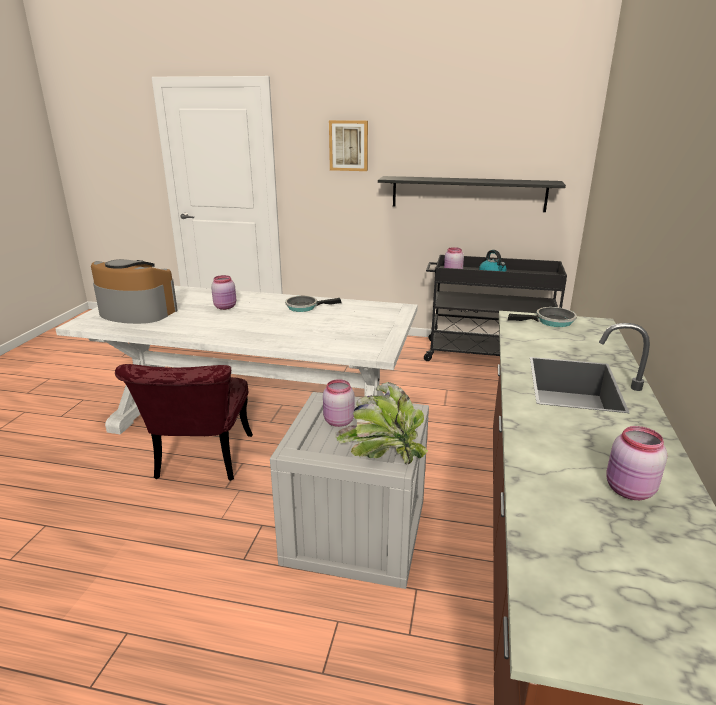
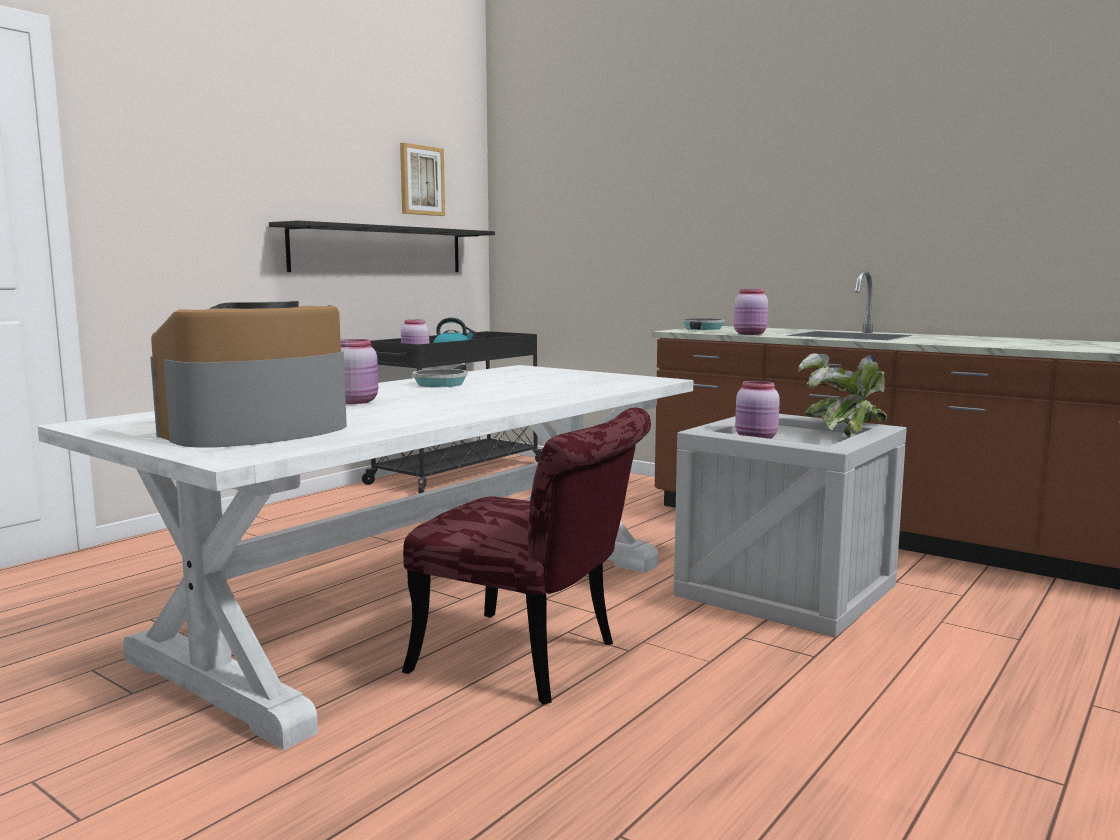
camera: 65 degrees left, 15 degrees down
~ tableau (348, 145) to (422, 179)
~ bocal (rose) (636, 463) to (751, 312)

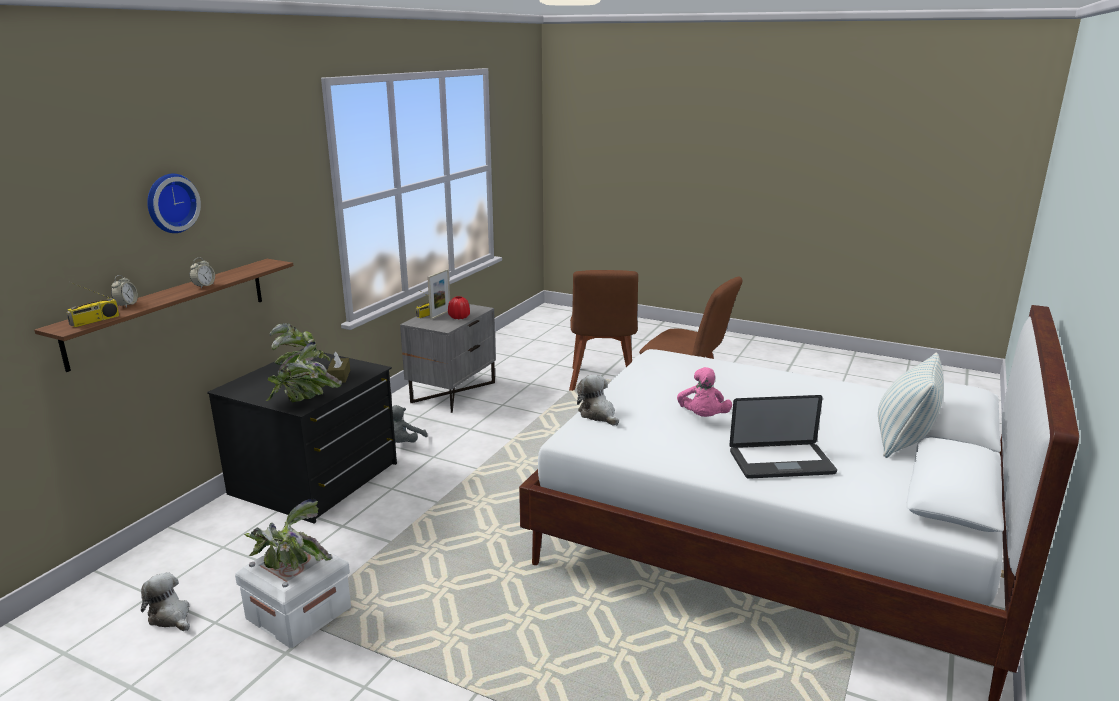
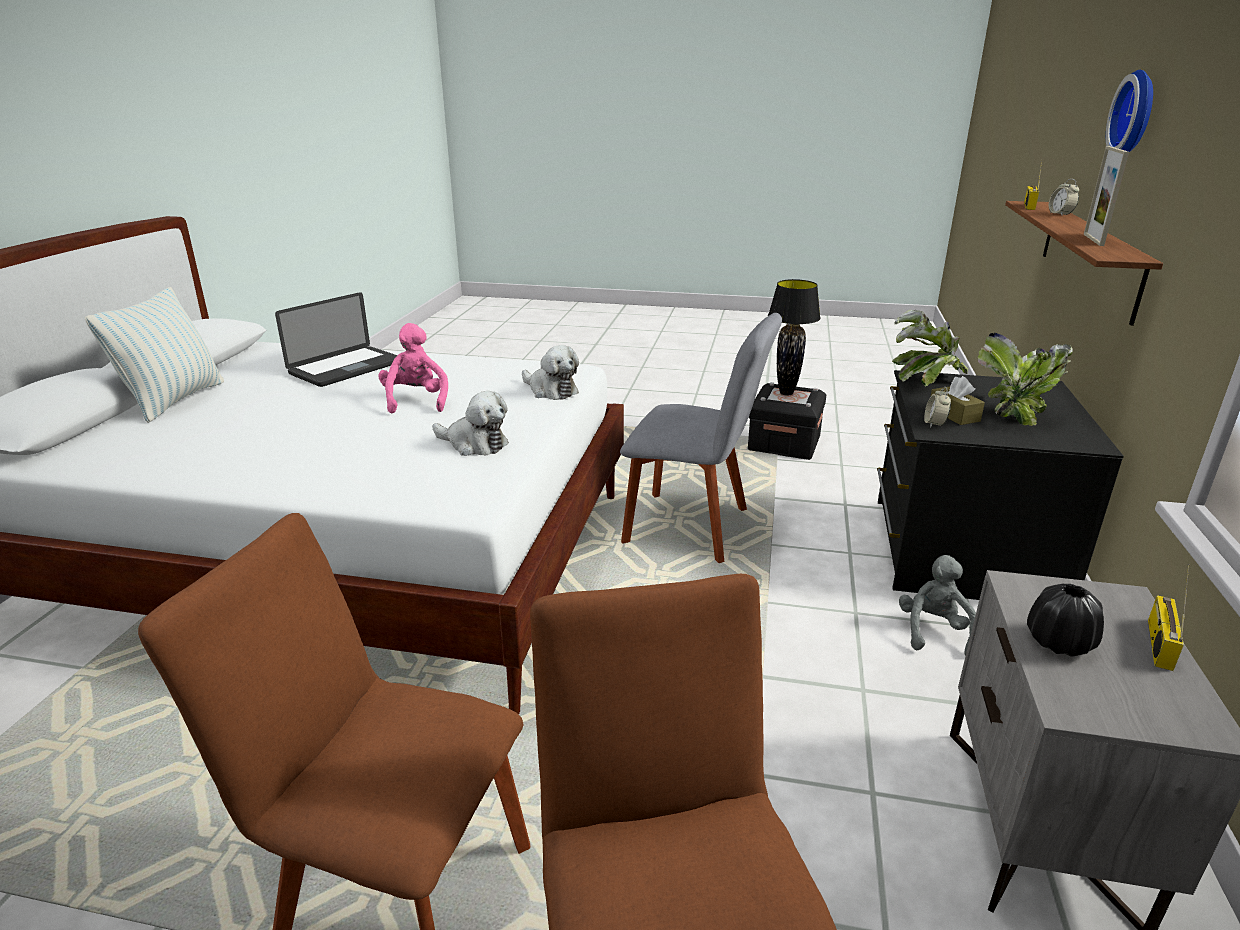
camera: 165 degrees right, 5 degrees up
+ chaise (gris) (701, 438)
~ peluche (165, 601) to (470, 423)
~ réveil (202, 273) to (937, 407)
~ cadre photo (438, 294) to (1106, 196)
~ plante en pot (287, 534) to lampe de table (noir) (794, 337)
~ boîte de rangement (blanc) (293, 597) to boîte de rangement (noir) (787, 421)
~ vase (rouge) (459, 307) to vase (noir) (1065, 620)
~ ordinateur portable (783, 437) = (336, 339) 150 degrees clockwise

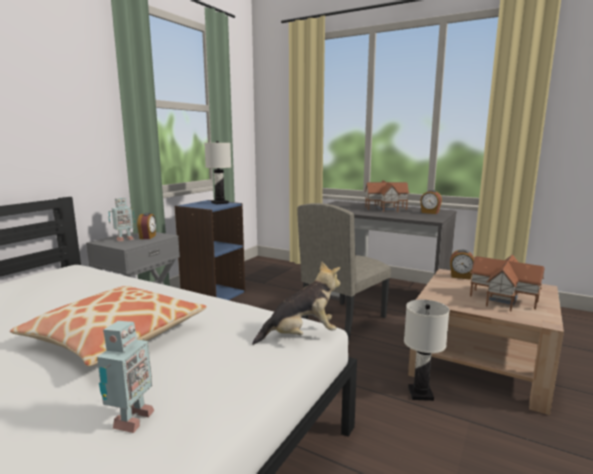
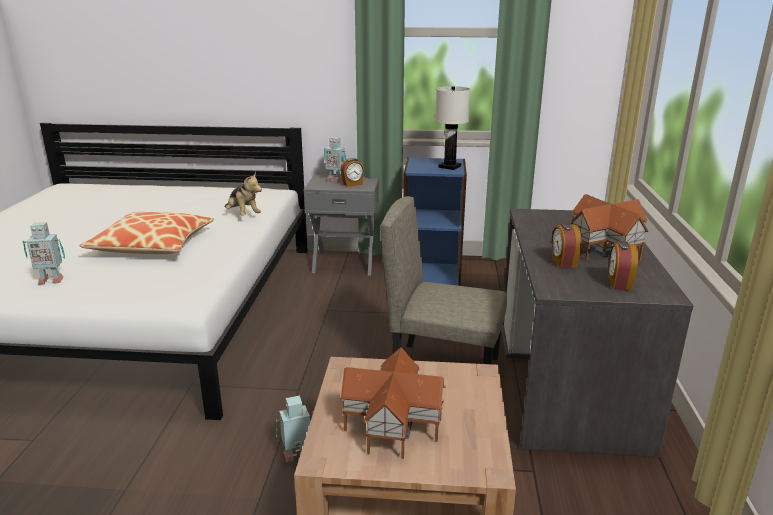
camera: 65 degrees right, 10 degrees up
~ peluche (296, 303) to (243, 194)
~ réveil (462, 265) to (567, 245)
~ lampe de table (blanc) (427, 350) to robot jouet (294, 429)

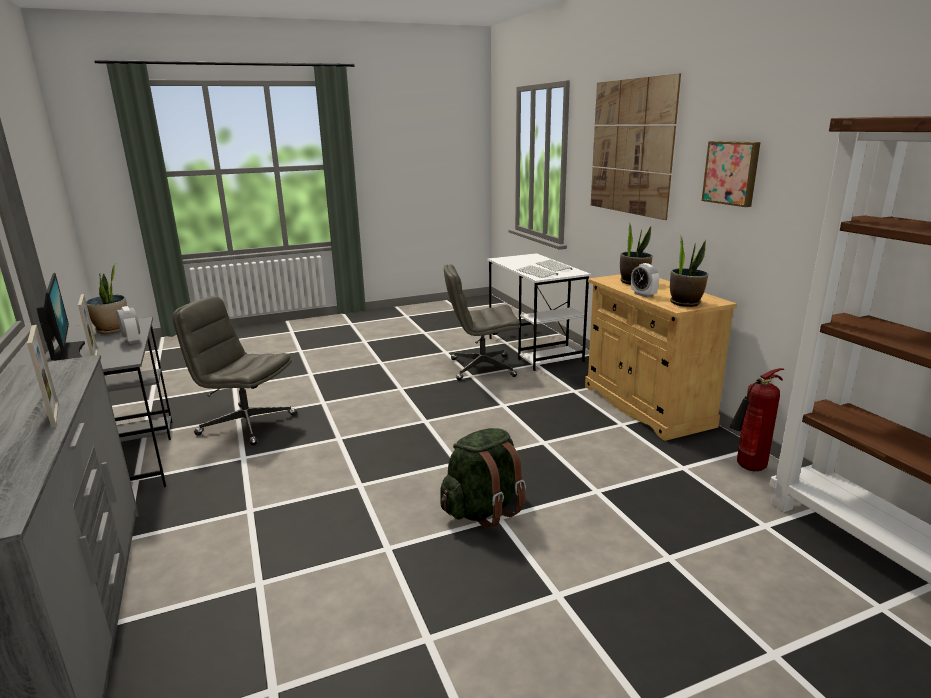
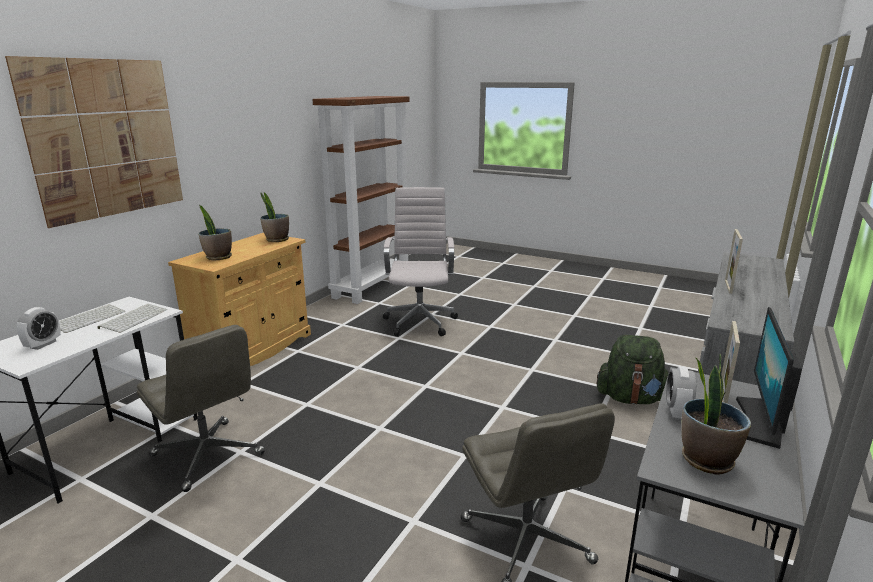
camera: 130 degrees left, 0 degrees up
- tableau (731, 174)
- extincteur (757, 419)
+ chaise de bureau (blanc) (420, 261)
~ sac à dos (vert) (483, 478) to (633, 369)
~ réveil (645, 280) to (38, 328)

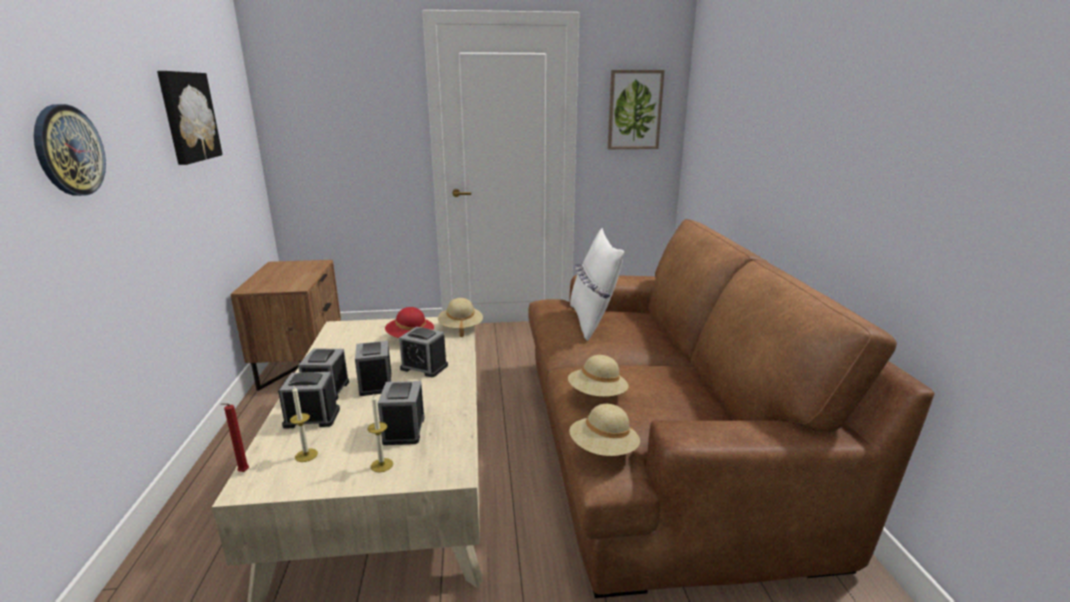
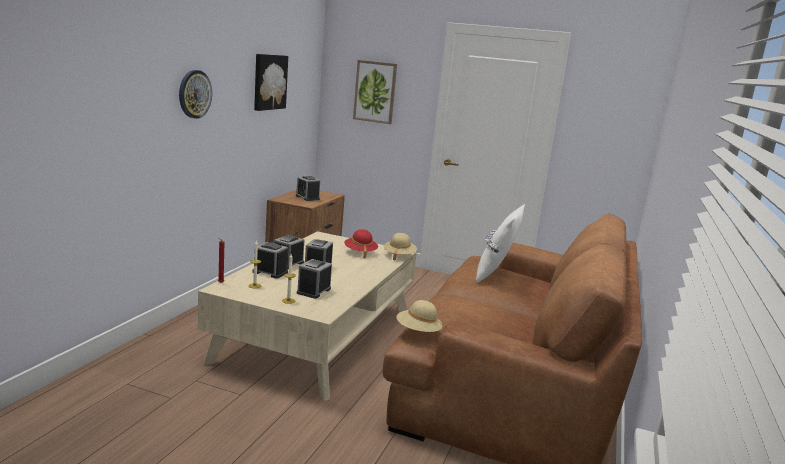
camera: 25 degrees right, 5 degrees down
- chapeau (beige) (598, 376)
~ réveil (423, 352) to (308, 188)
~ tableau (636, 109) to (375, 92)

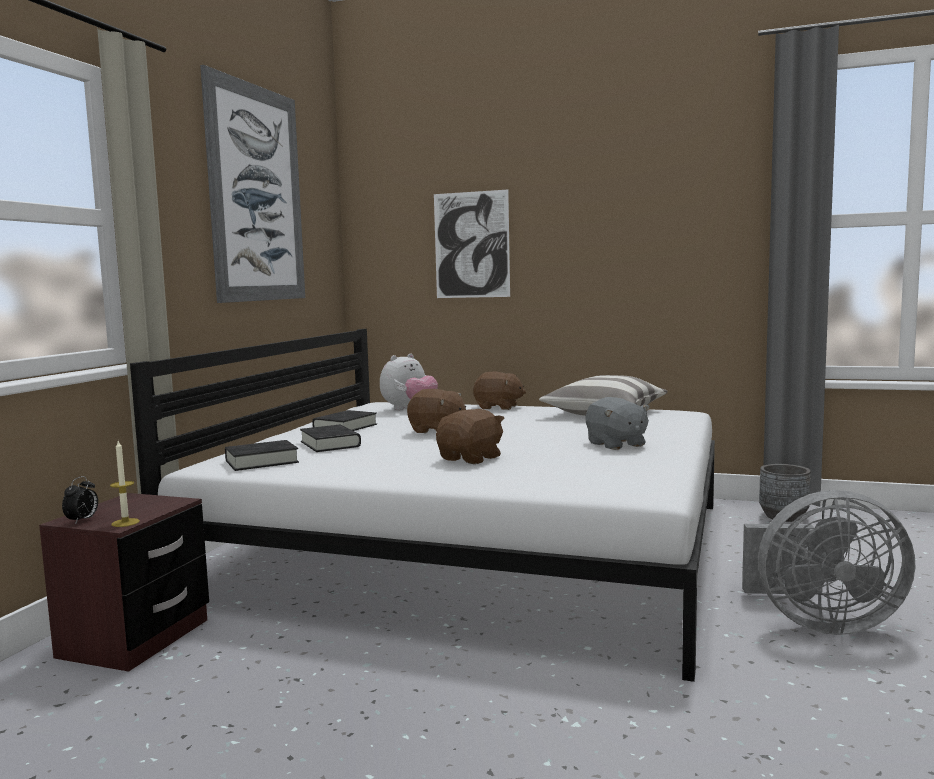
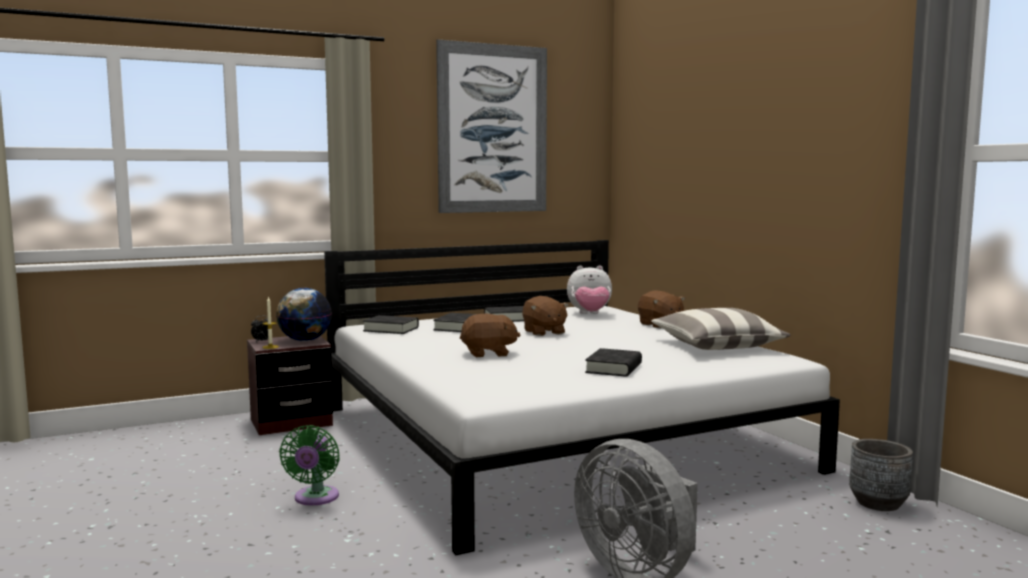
camera: 45 degrees right, 0 degrees up
- tableau (472, 244)
+ globe (304, 314)
+ ventilateur (vert) (309, 465)
~ peluche (gris) (617, 423) to livre (noir) (613, 362)

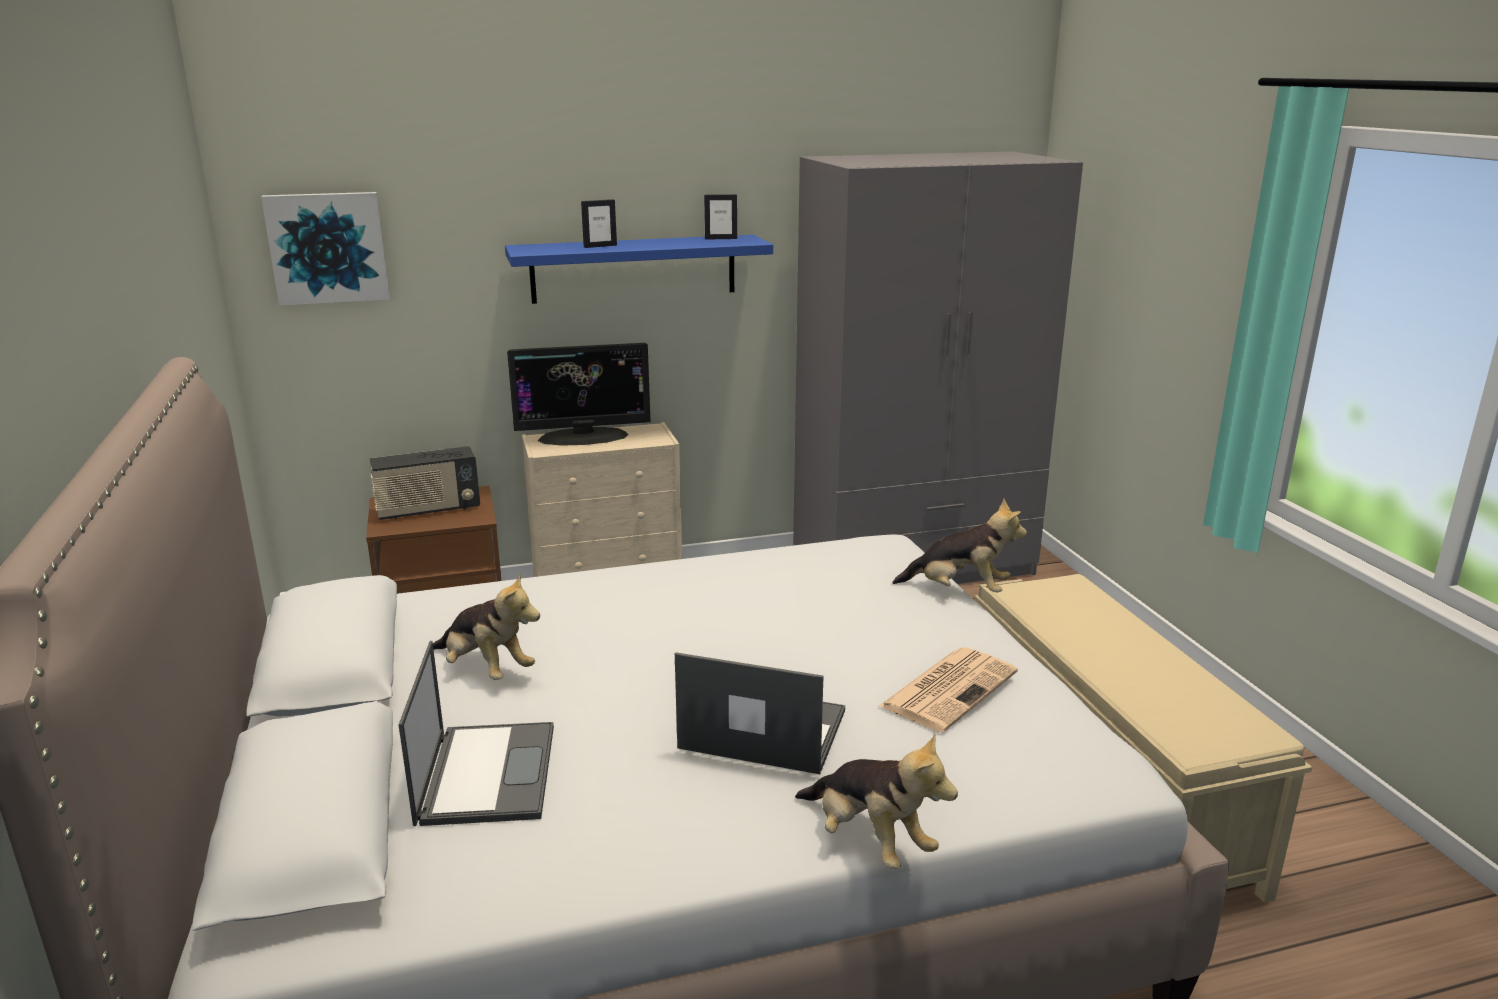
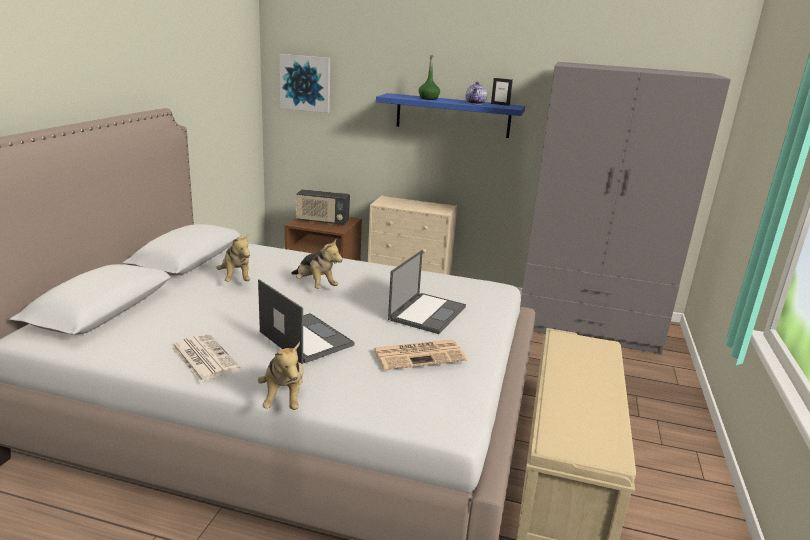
camera: 30 degrees right, 0 degrees up
- écran d'ordinateur (578, 394)
+ journal (205, 358)
+ théière (476, 93)
~ ordinateur portable (476, 733) to (427, 292)
~ peluche (959, 546) to (317, 264)
~ cadre photo (599, 223) to bouteille (vert) (429, 77)

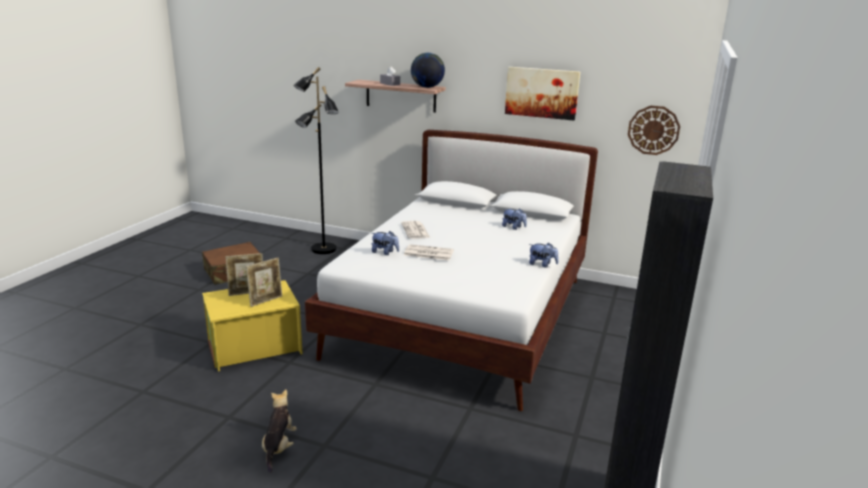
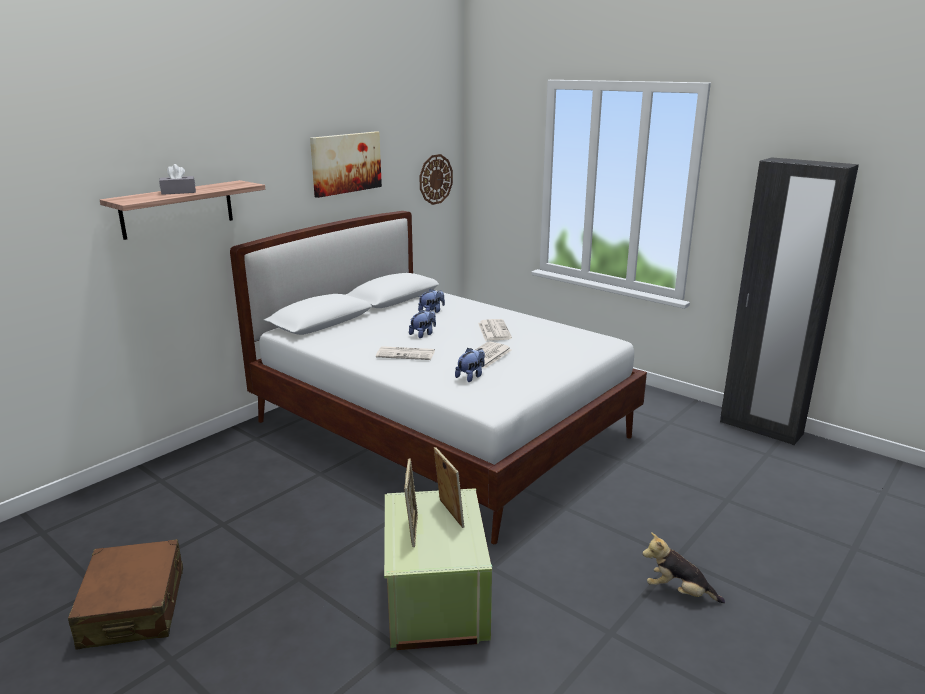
camera: 70 degrees left, 0 degrees up
- lampadaire (noir) (316, 160)
- globe (428, 70)
+ journal (495, 330)
~ peluche (544, 255) to (422, 323)
~ boîte de rangement (jaune) (252, 326) to boîte de rangement (vert) (438, 569)

